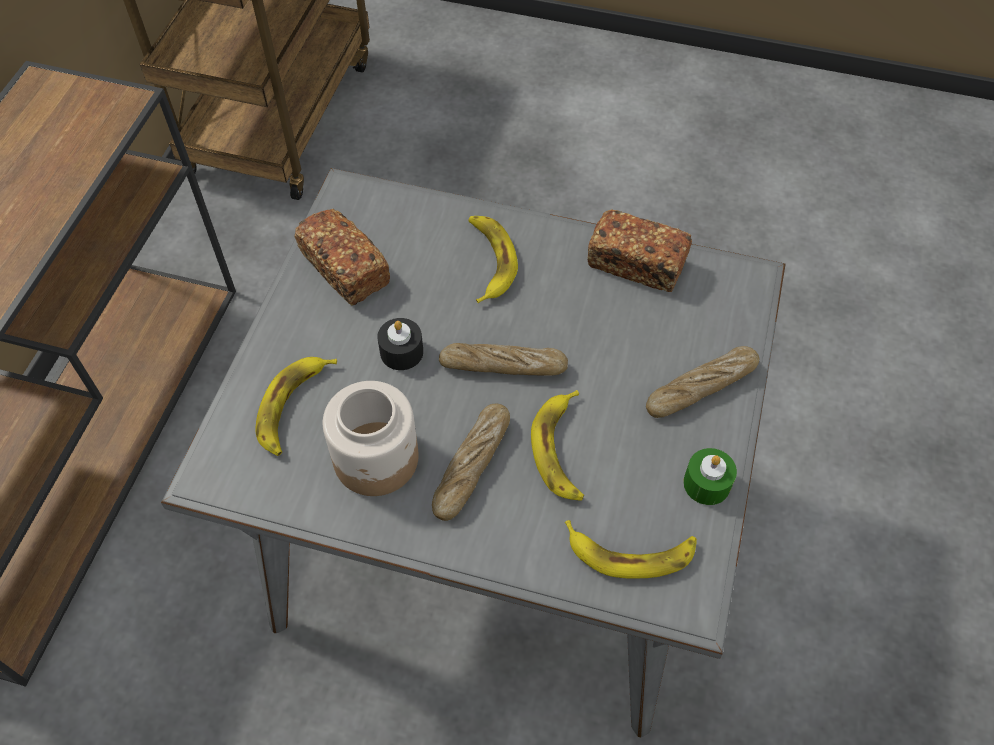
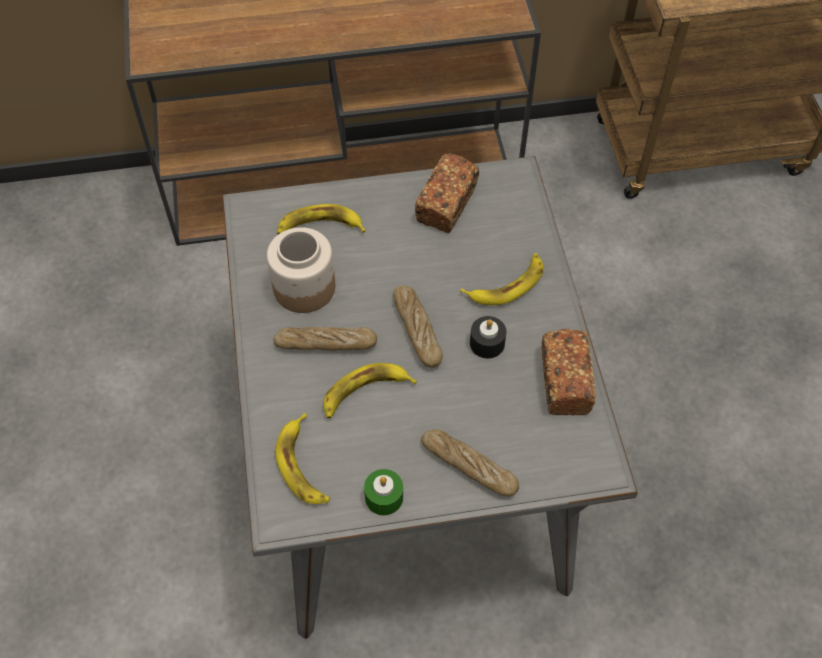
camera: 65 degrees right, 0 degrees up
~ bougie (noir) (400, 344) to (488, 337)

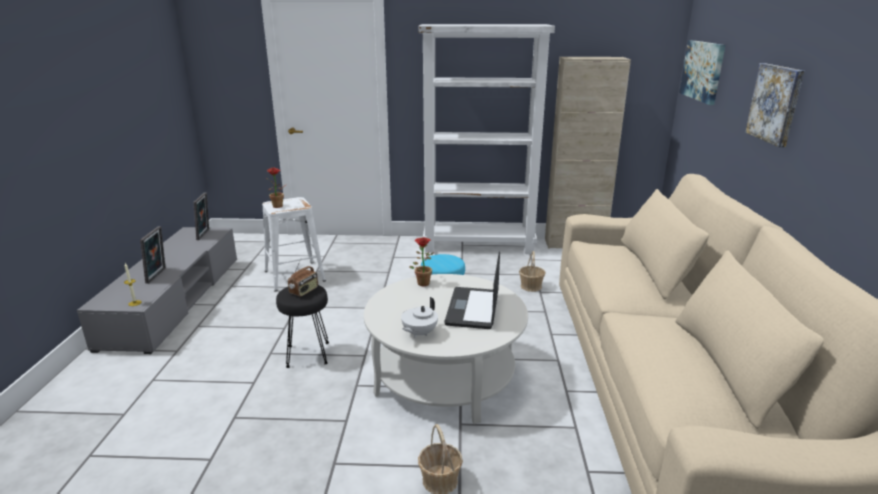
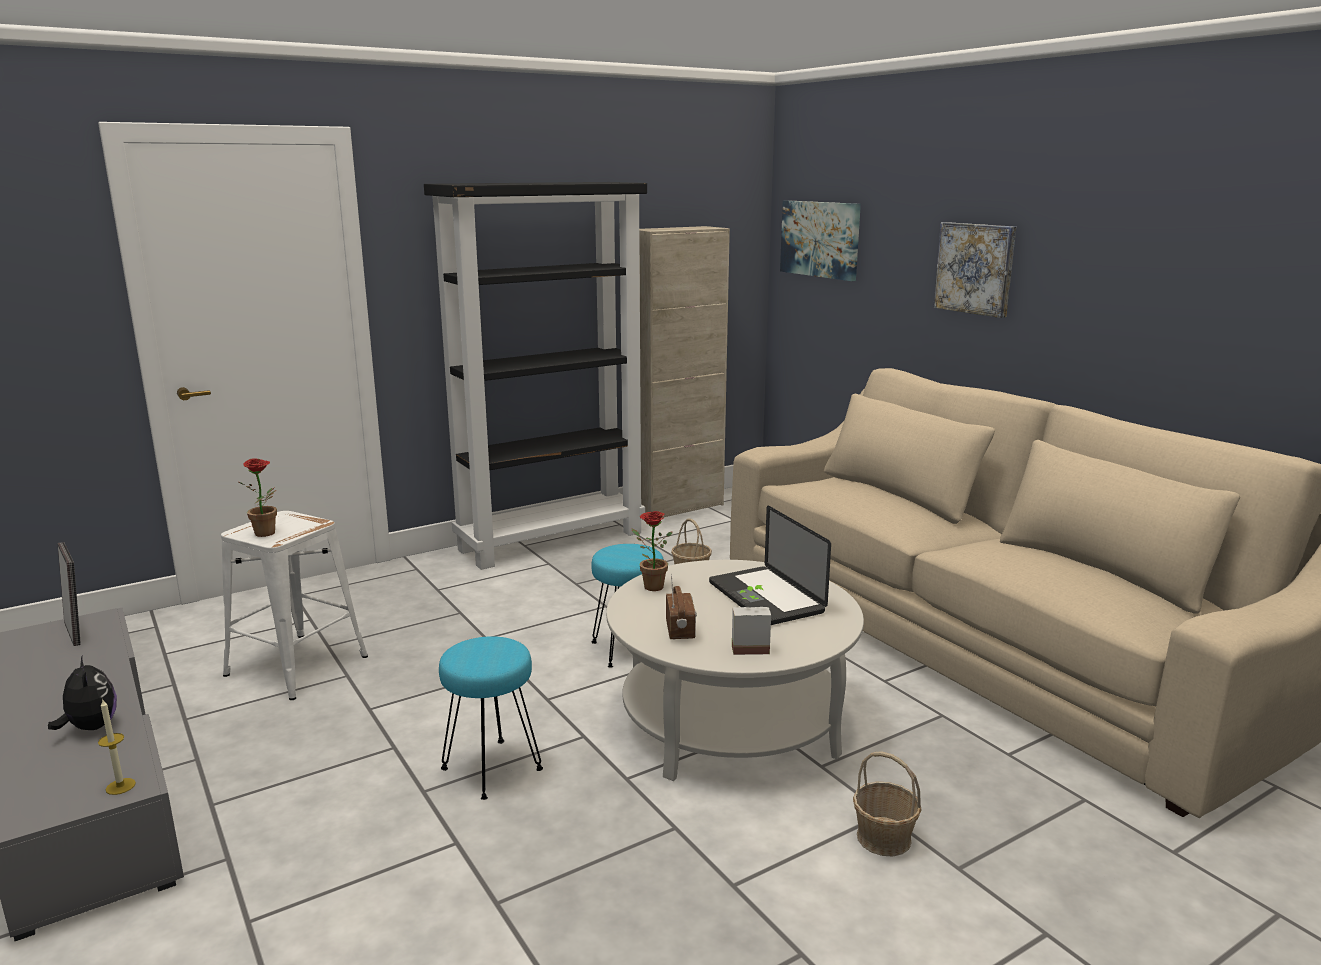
camera: 35 degrees left, 5 degrees down
~ radio (303, 278) to (681, 606)
~ cadre photo (153, 255) to peluche (82, 692)
~ théière (blanc) (419, 317) to plante en pot (751, 620)
~ tabouret (noir) (302, 326) to tabouret (turquoise) (491, 718)
~ bibliothèque (blanc) (486, 139) to bibliothèque (noir) (535, 376)

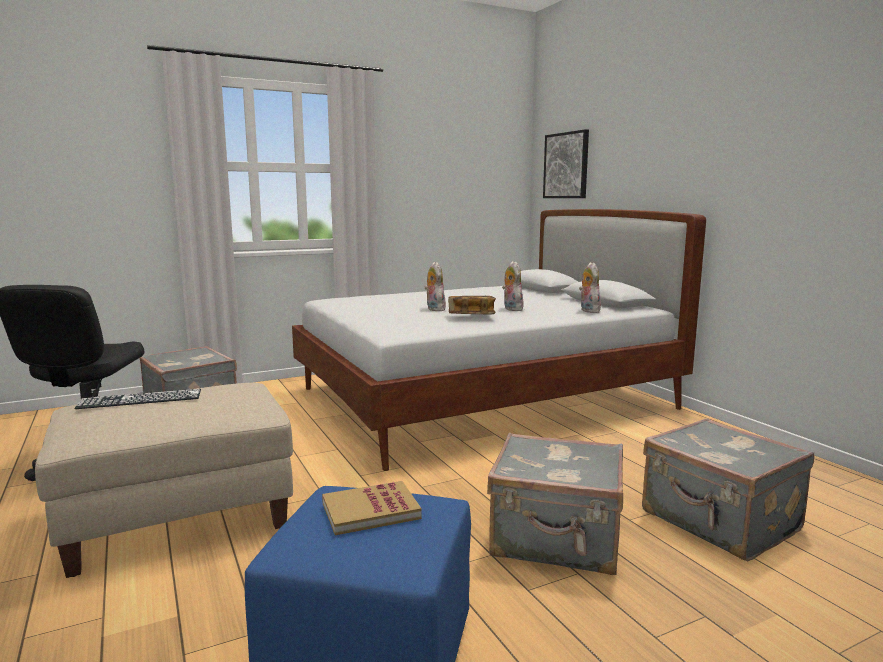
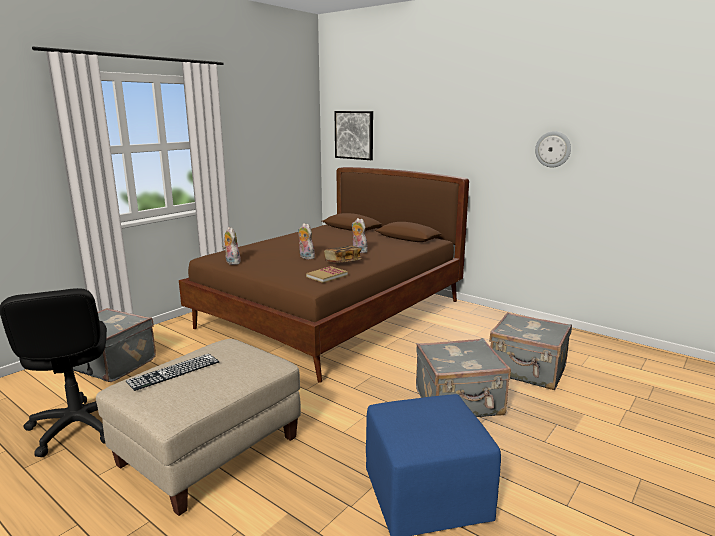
camera: 25 degrees left, 5 degrees up
+ horloge murale (553, 149)
~ livre (372, 508) to (327, 274)
~ peluche (590, 287) to (232, 246)
~ lit (blanc) (499, 340) to lit (marron) (324, 275)

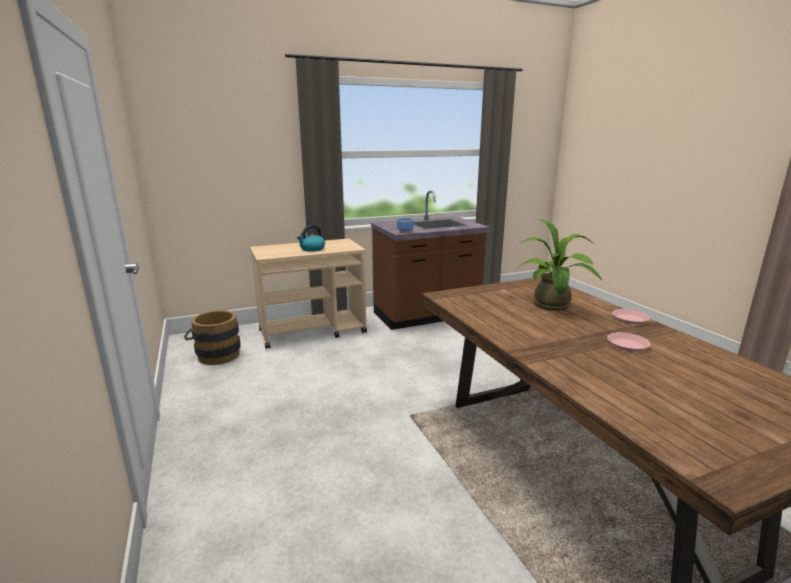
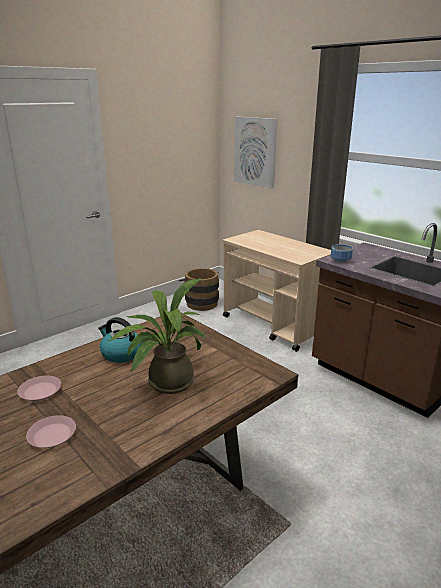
camera: 70 degrees right, 5 degrees up
+ tableau (255, 152)
~ bouilloire (311, 238) to (120, 340)
~ assiette (rose) (631, 316) to (39, 388)

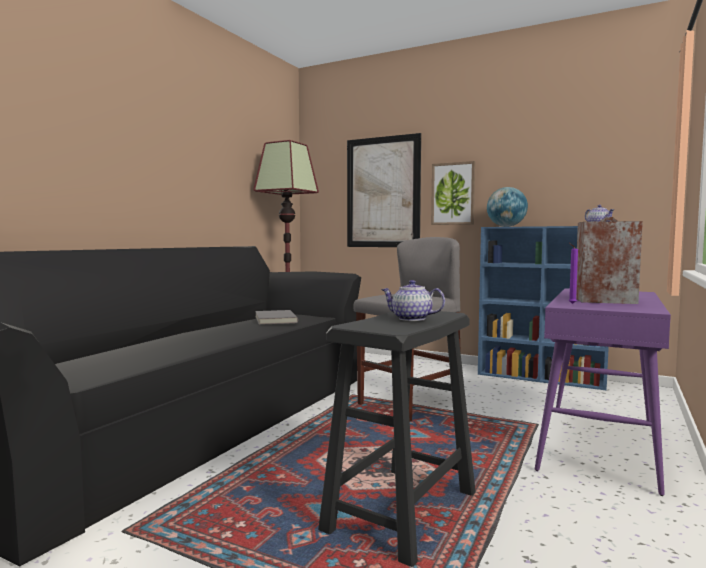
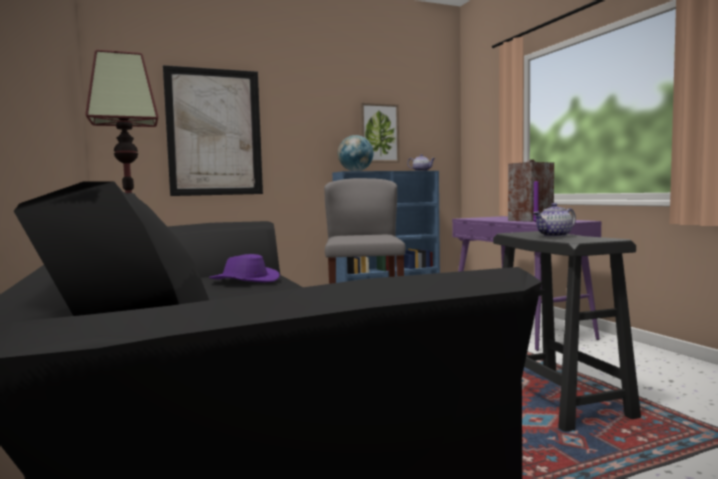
camera: 50 degrees left, 0 degrees up
~ tableau (453, 193) to (379, 133)
~ livre (gris) (276, 317) to chapeau (violet) (244, 268)

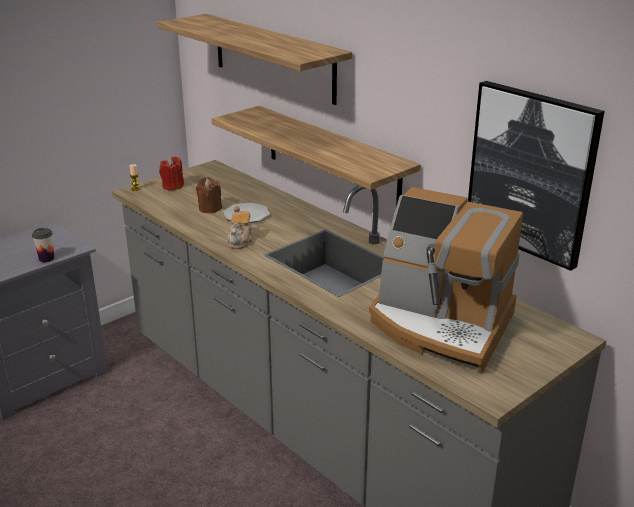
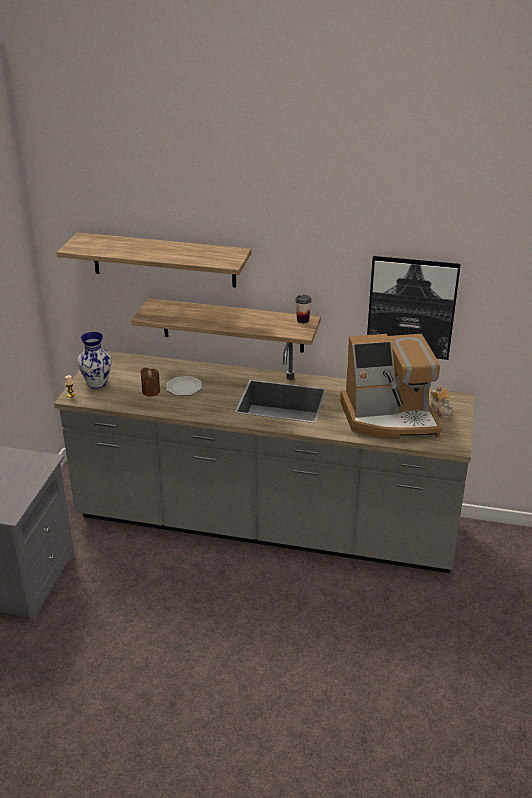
camera: 35 degrees left, 5 degrees up
~ tasse (43, 245) to (303, 309)
~ théière (240, 227) to (442, 402)
~ bougie (rouge) (171, 173) to vase (94, 360)

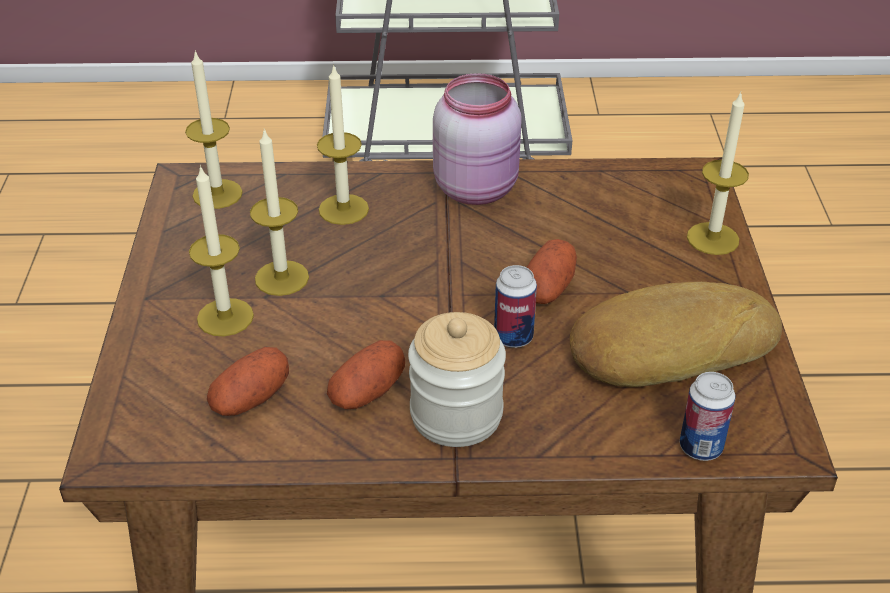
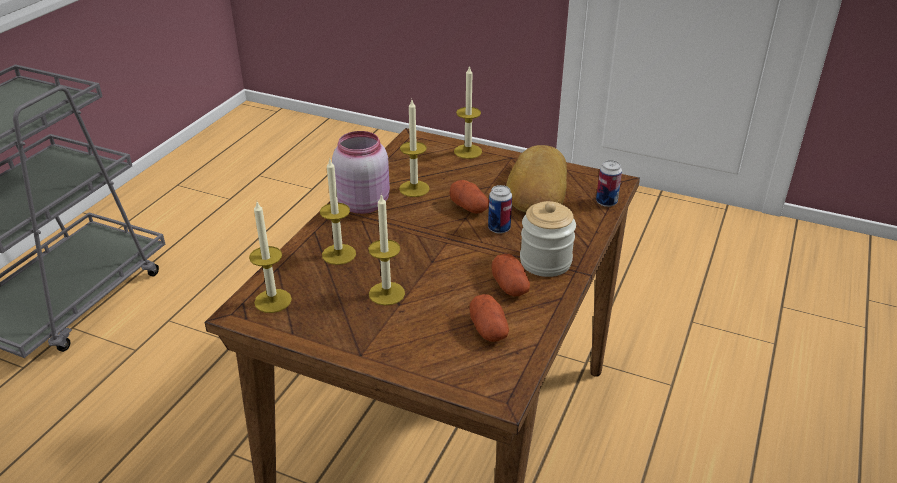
camera: 65 degrees left, 5 degrees down
~ bougie (221, 250) to (414, 148)

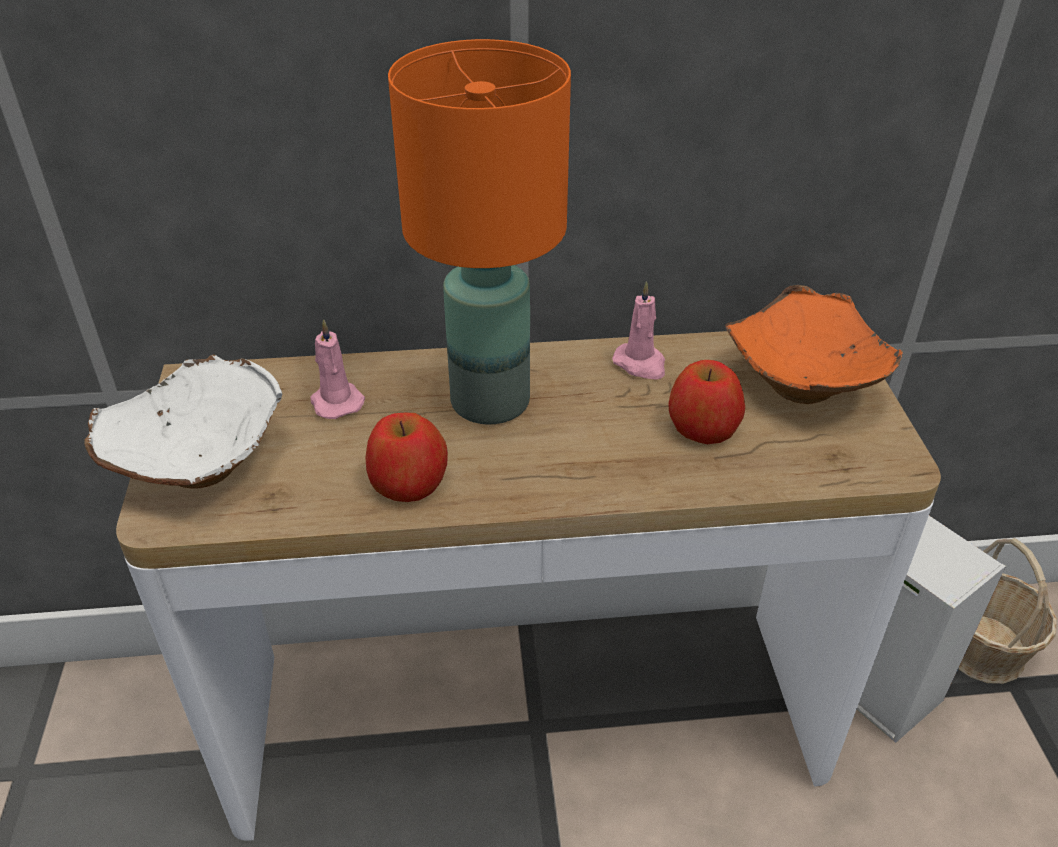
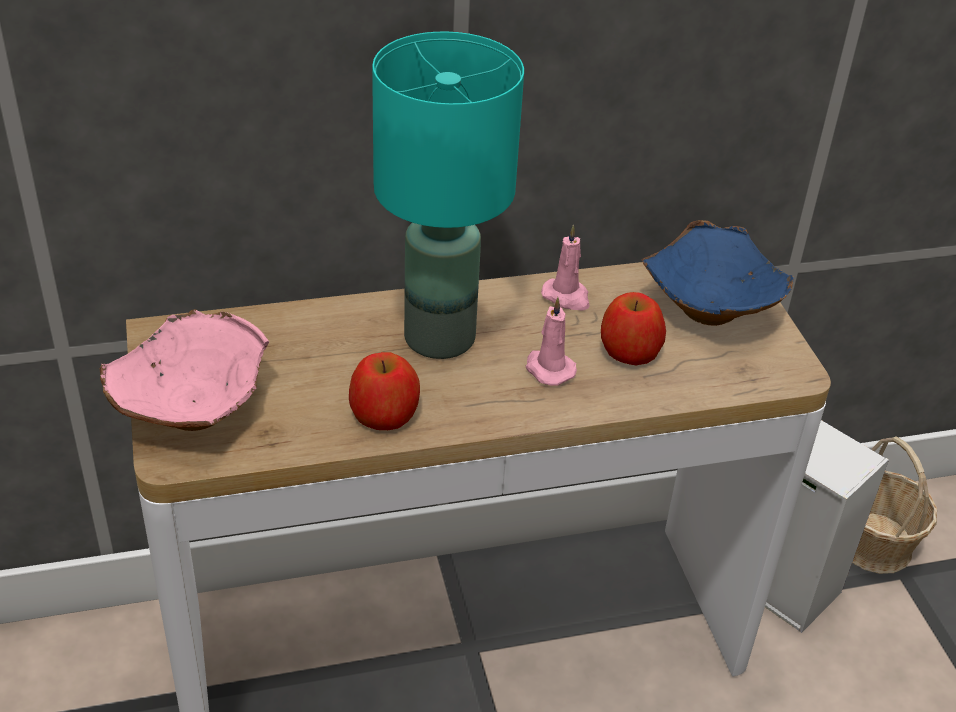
camera: 10 degrees left, 0 degrees up
~ bougie (rose) (337, 369) to (551, 341)
~ bol (blanc) (183, 421) to bol (rose) (184, 370)
~ lampe de table (orange) (479, 232) to lampe de table (turquoise) (448, 195)
~ bol (orange) (814, 344) to bol (bleu) (717, 273)

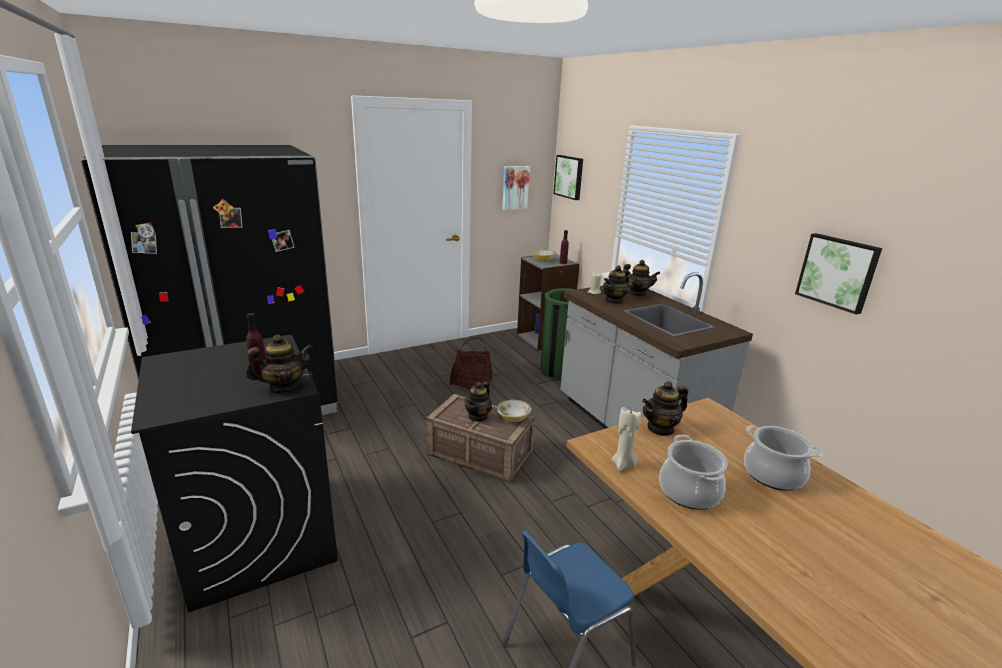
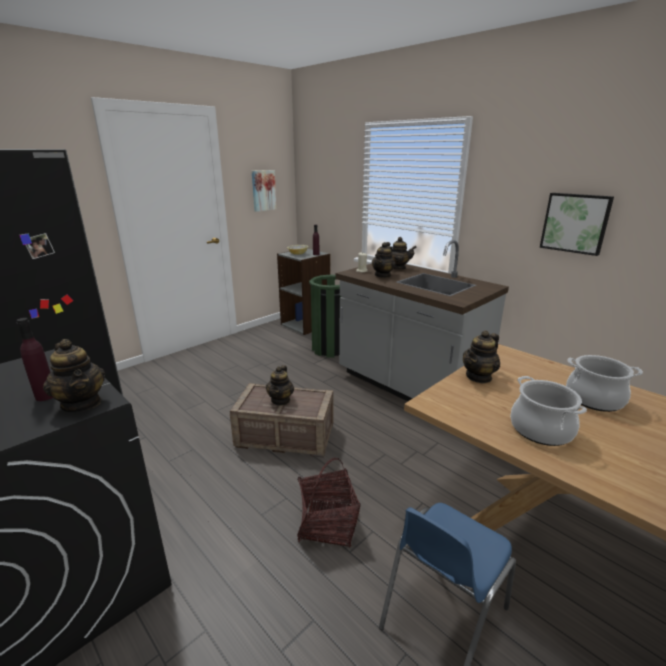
camera: 15 degrees left, 0 degrees up
- bol (514, 411)
- tableau (568, 177)
- bougie (beige) (626, 439)
~ panier (471, 363) to (329, 502)
~ théière (279, 363) = (74, 375) 90 degrees clockwise

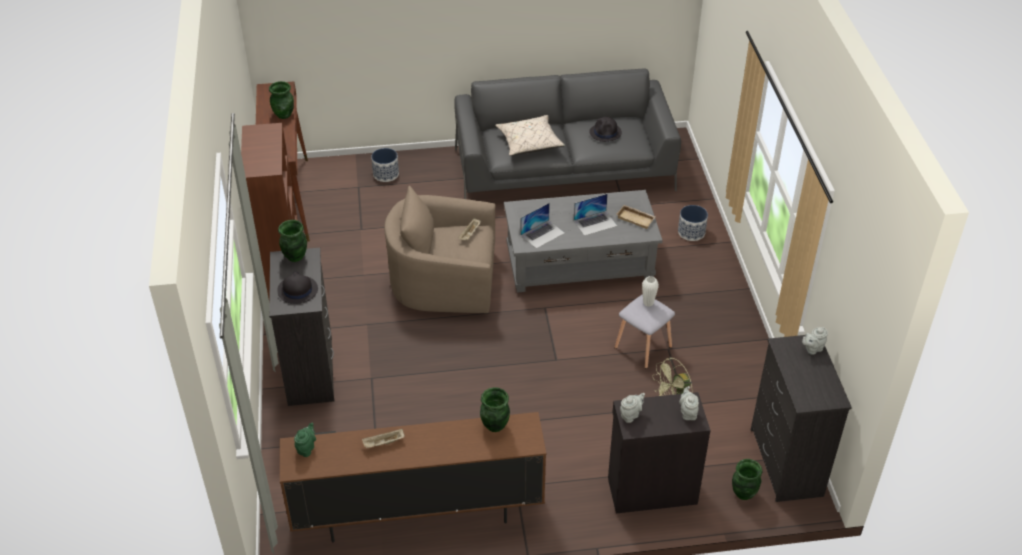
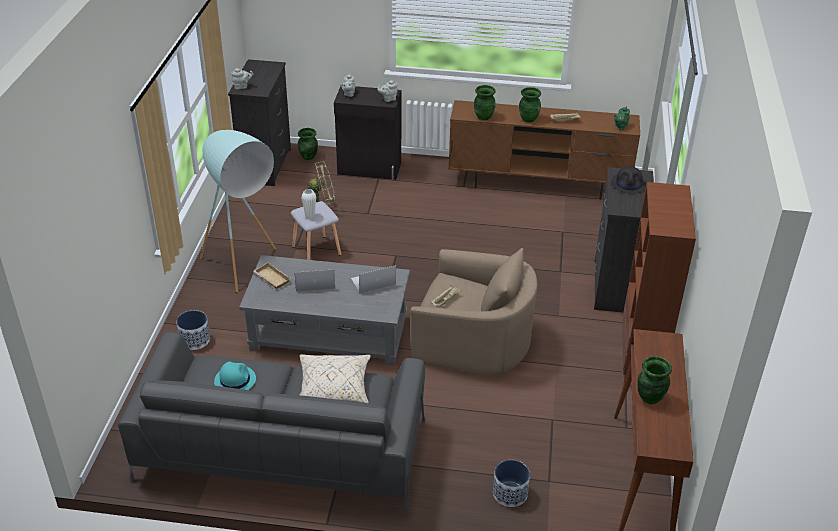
camera: 165 degrees left, 5 degrees down
+ lampadaire (turquoise) (238, 211)
~ vase (vert) (292, 241) to (530, 105)
~ chapeau (noir) (605, 129) to chapeau (turquoise) (235, 376)

